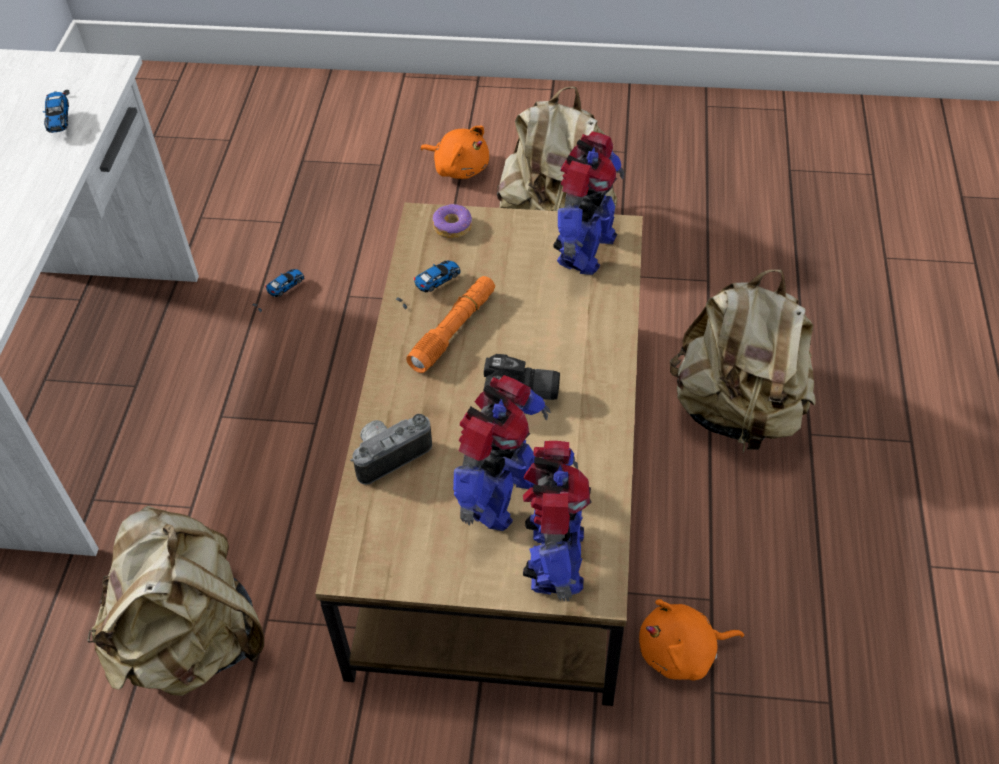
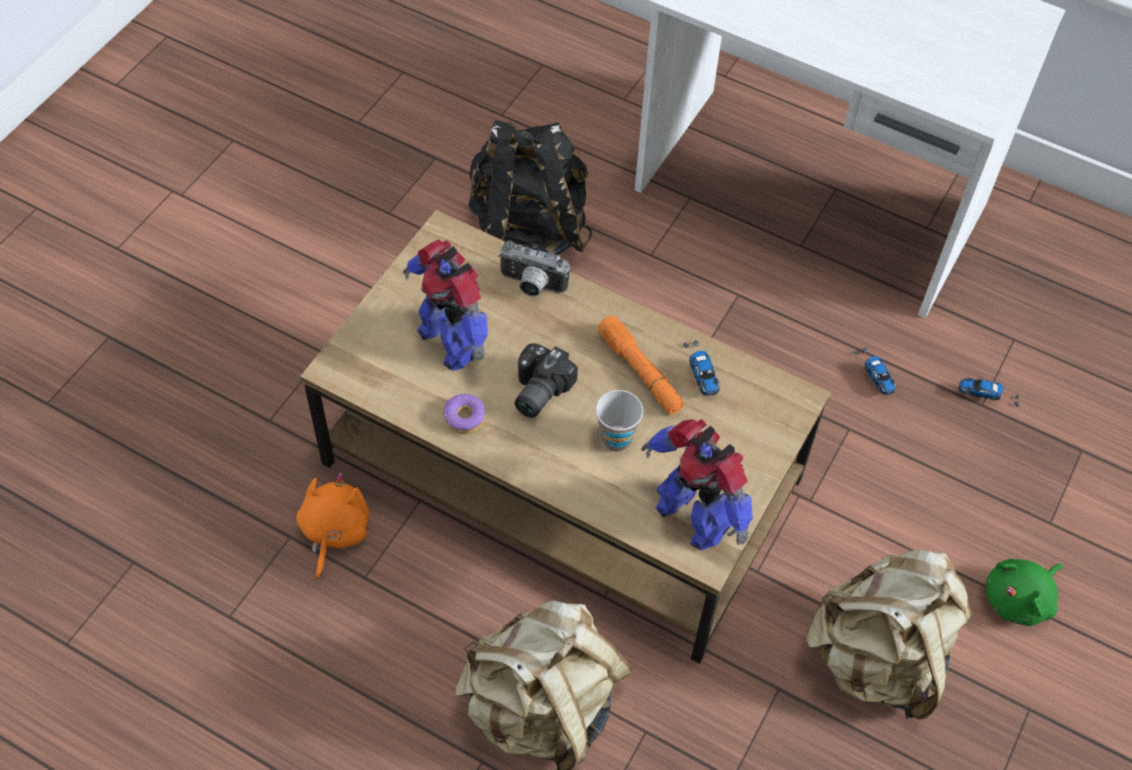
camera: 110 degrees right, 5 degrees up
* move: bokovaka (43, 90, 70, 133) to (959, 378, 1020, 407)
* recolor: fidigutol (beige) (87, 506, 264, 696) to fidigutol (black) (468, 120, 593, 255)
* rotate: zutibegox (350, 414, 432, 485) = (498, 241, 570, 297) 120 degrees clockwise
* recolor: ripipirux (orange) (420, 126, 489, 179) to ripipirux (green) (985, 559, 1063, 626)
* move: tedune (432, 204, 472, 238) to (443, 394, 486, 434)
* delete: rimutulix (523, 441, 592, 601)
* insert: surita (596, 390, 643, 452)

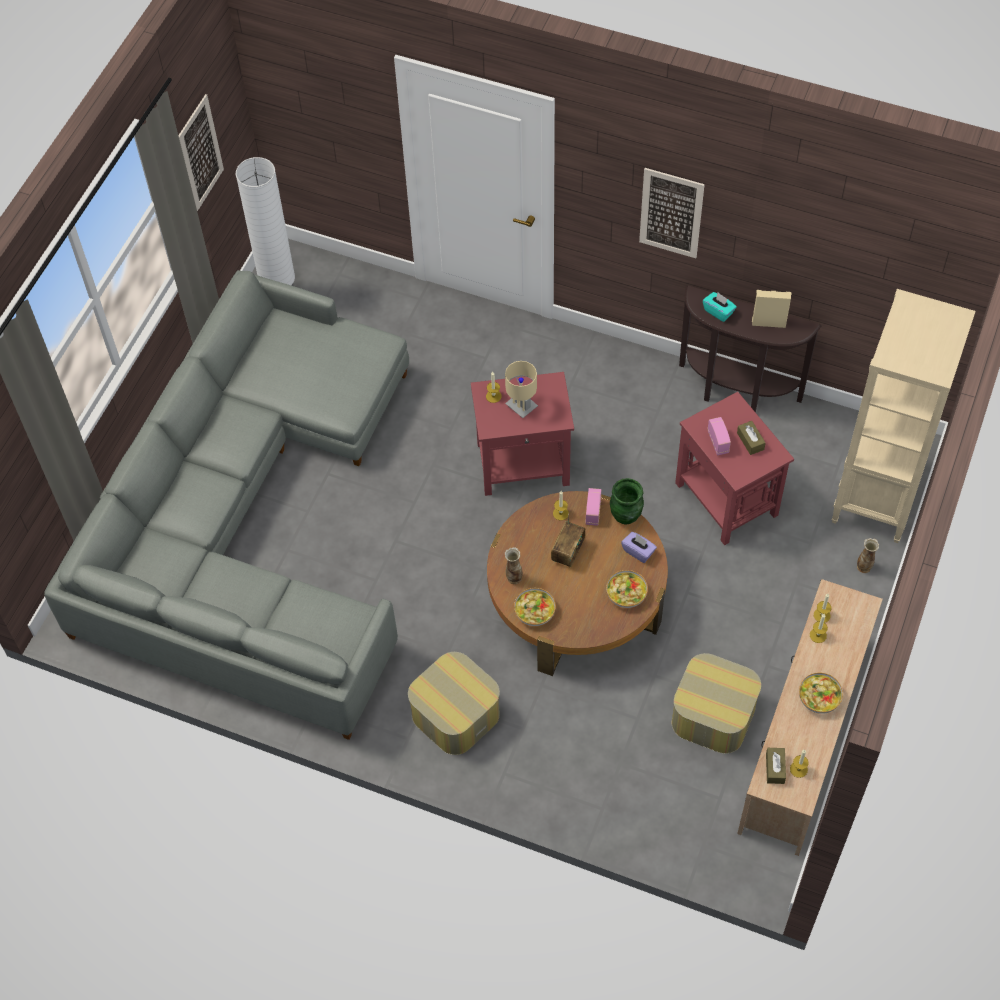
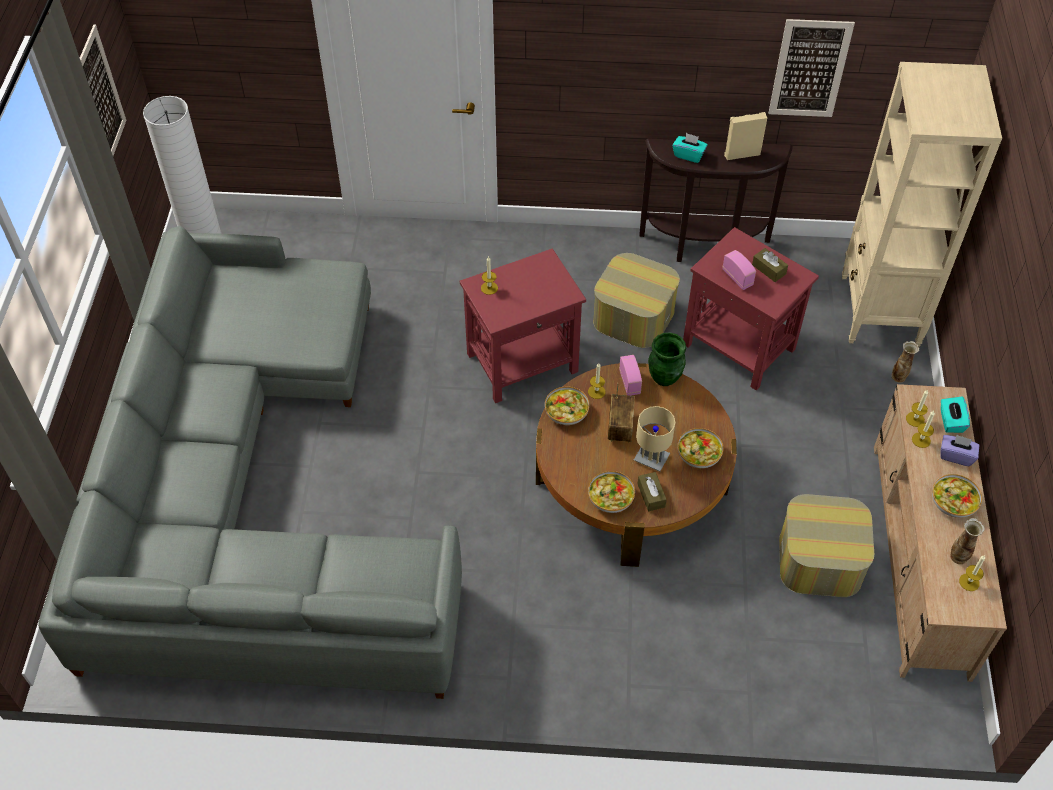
camera: 20 degrees left, 5 degrees down
* move: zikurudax (408, 652, 500, 755) to (593, 253, 680, 348)
* move: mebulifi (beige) (505, 361, 538, 418) to (634, 406, 675, 471)
* move: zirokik (505, 547, 523, 584) to (950, 518, 985, 564)
* move: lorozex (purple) (621, 532, 657, 563) to (940, 435, 979, 466)
* move: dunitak (639, 168, 705, 258) to (768, 19, 855, 117)
* move: lorozex (brown) (766, 748, 786, 784) to (638, 472, 667, 511)
* insert: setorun (545, 386, 589, 425)
* insert: lorozex (turquoise) (941, 396, 970, 433)

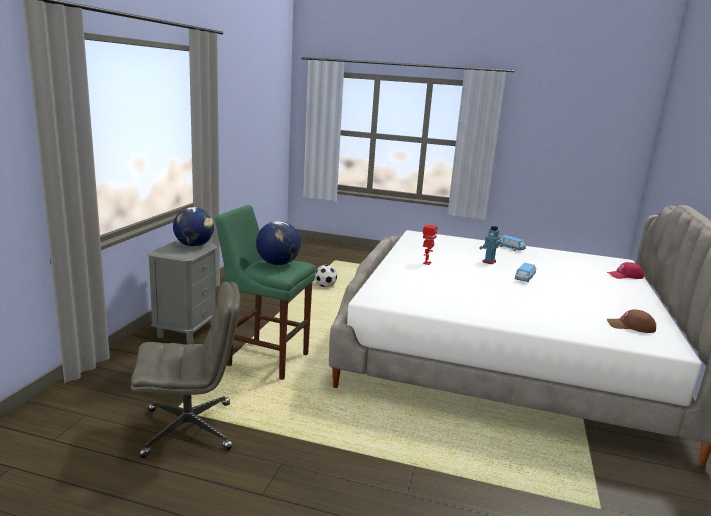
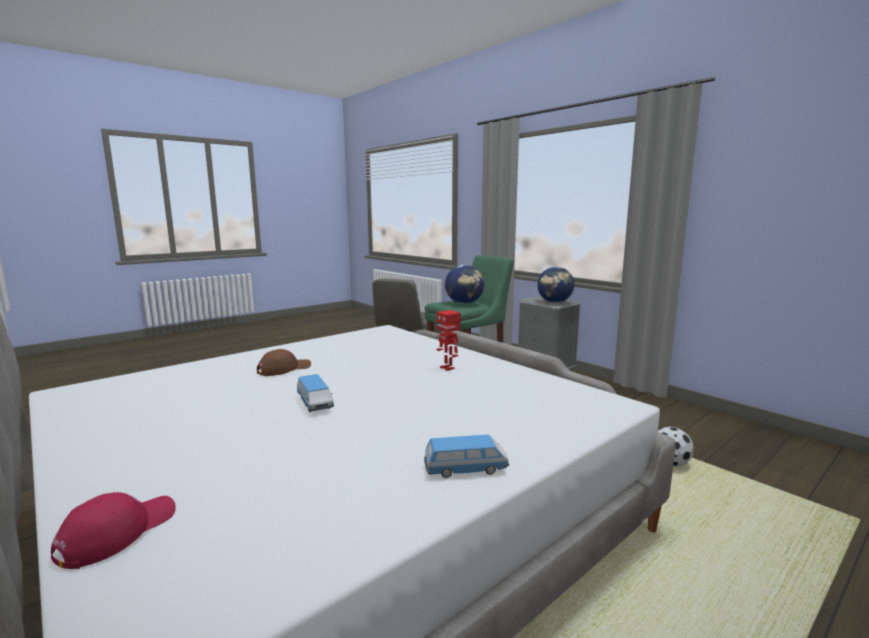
camera: 125 degrees right, 5 degrees down
* delete: rimutulix (479, 226, 501, 264)
* move: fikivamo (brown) (607, 309, 656, 333) to (257, 349, 311, 376)

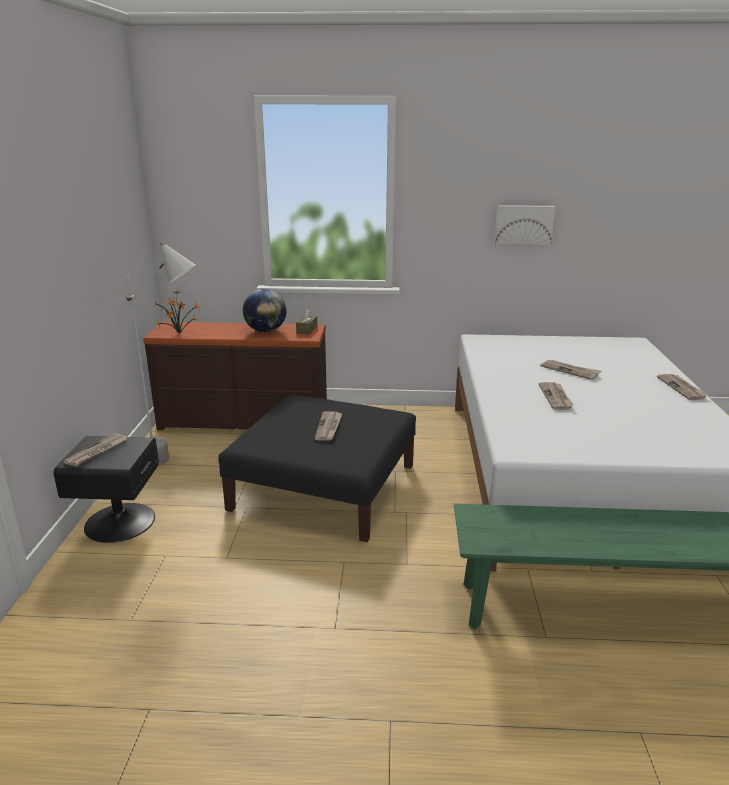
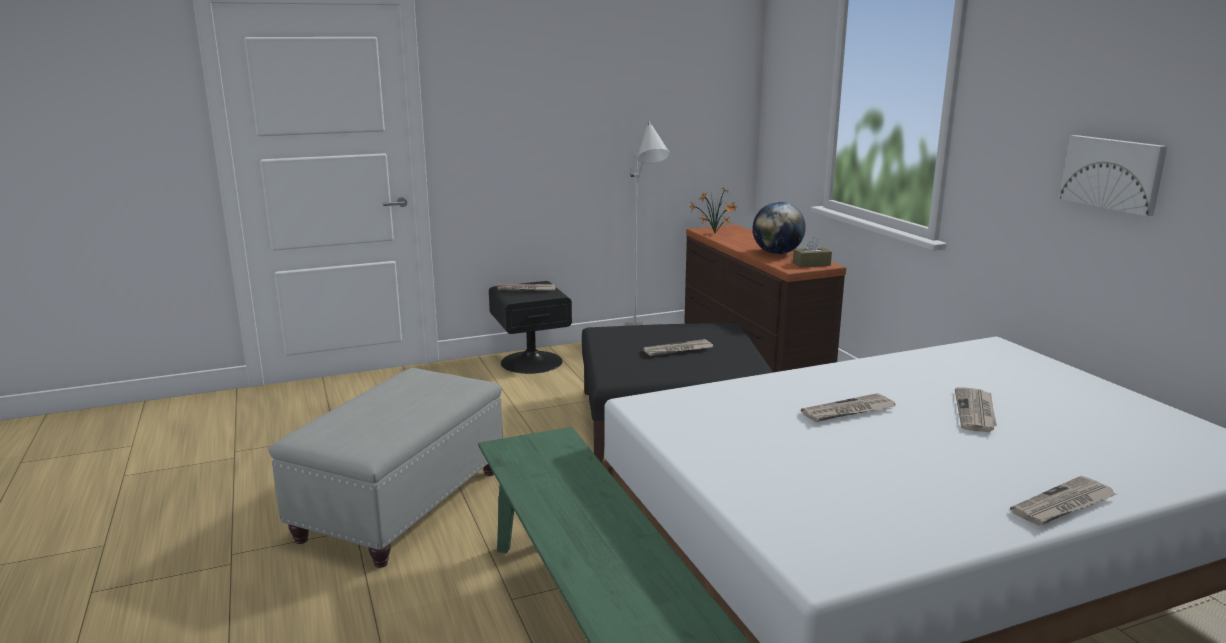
camera: 65 degrees right, 5 degrees down
* insert: zikurudax (grey) (268, 368, 503, 568)

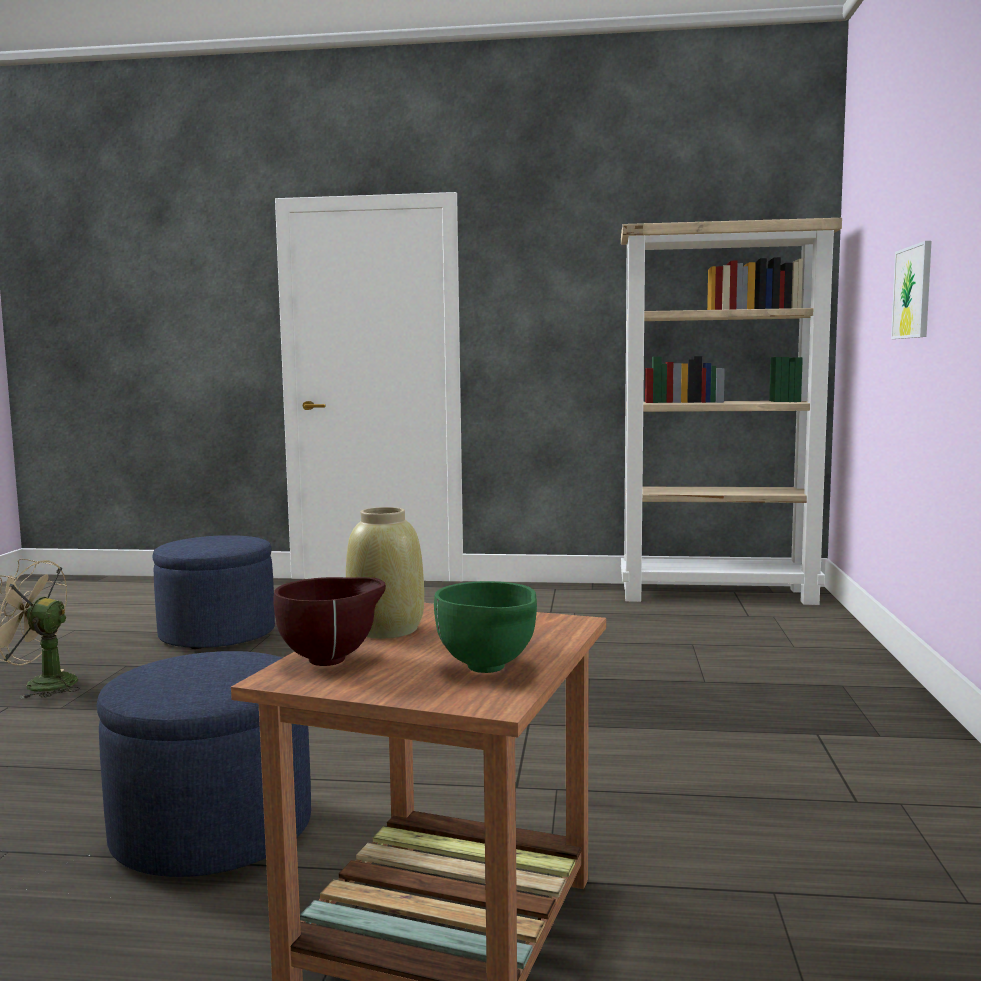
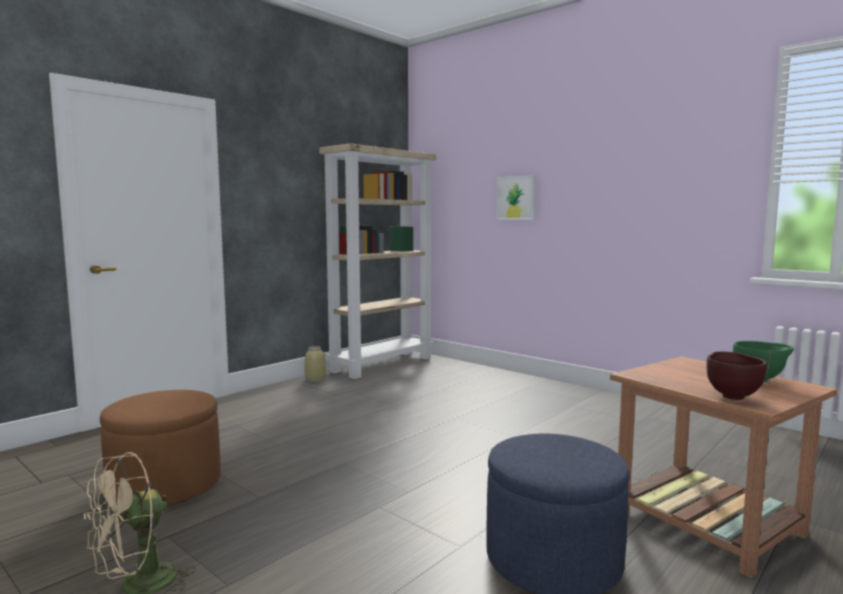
camera: 55 degrees left, 0 degrees up
* recolor: zikurudax (blue) (152, 535, 275, 649) to zikurudax (brown) (100, 390, 221, 505)
* move: zirokik (beige) (346, 507, 424, 639) to (305, 346, 326, 382)

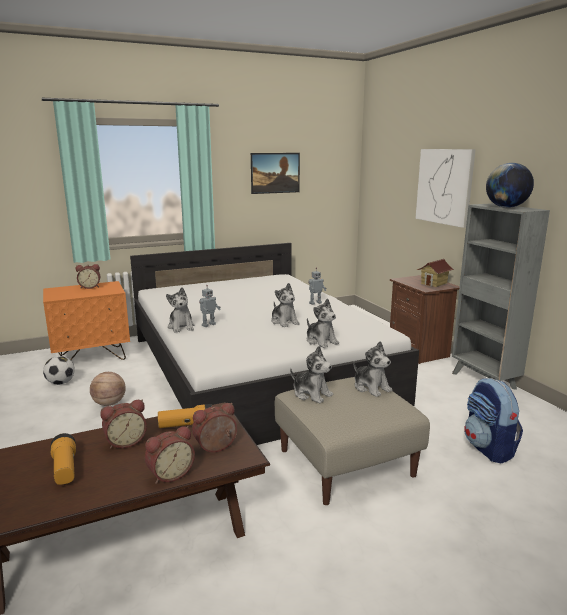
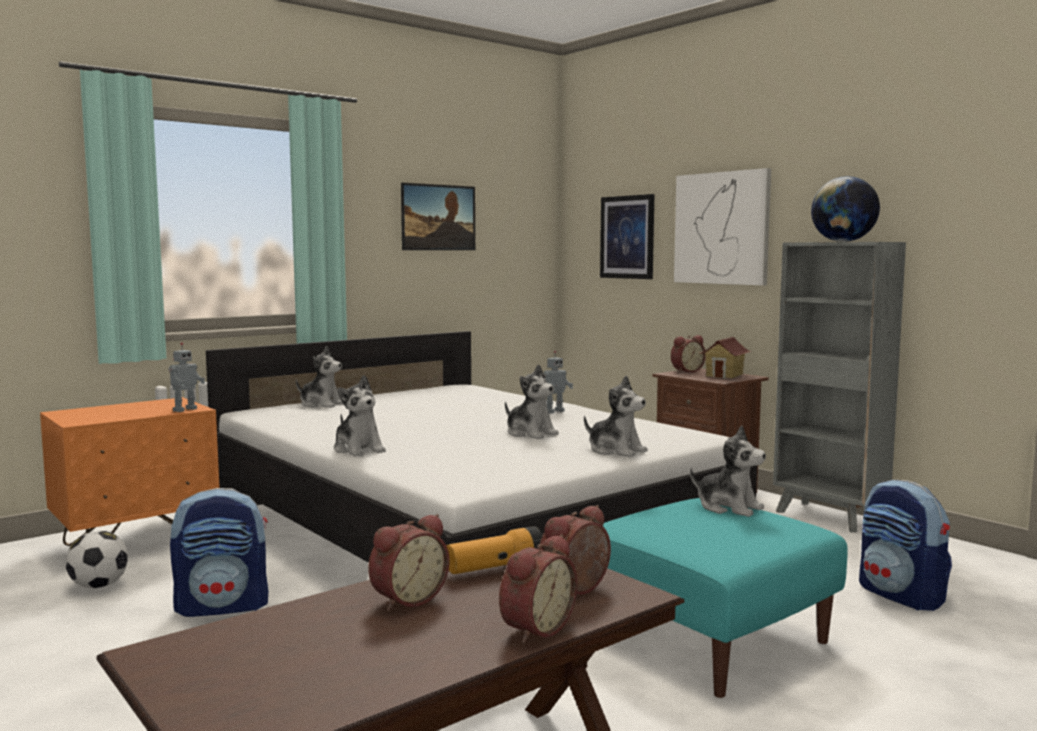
camera: 15 degrees left, 10 degrees down
* delete: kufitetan (51, 433, 76, 485)
* move: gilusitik (76, 264, 100, 289) to (671, 335, 706, 373)
* replace: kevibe (90, 372, 126, 406) to fidigutol (170, 488, 268, 617)
* move: rimutulix (199, 285, 220, 327) to (169, 342, 205, 412)
* recolor: zikurudax (beige) (275, 377, 430, 505) to zikurudax (turquoise) (603, 498, 848, 698)
* move: ripipirux (290, 346, 333, 403) to (296, 346, 343, 408)
* insert: dunitak (600, 194, 654, 279)

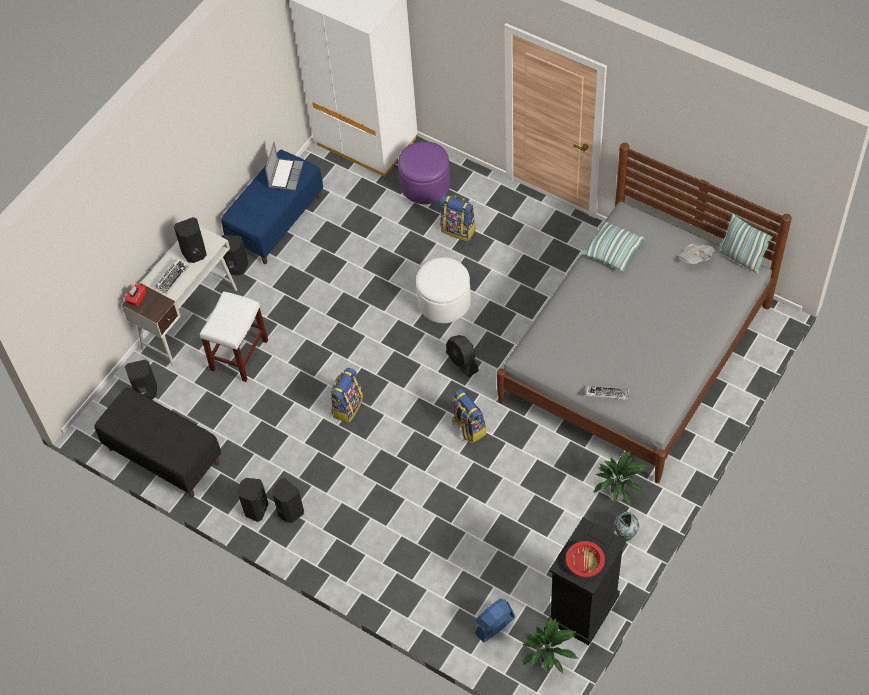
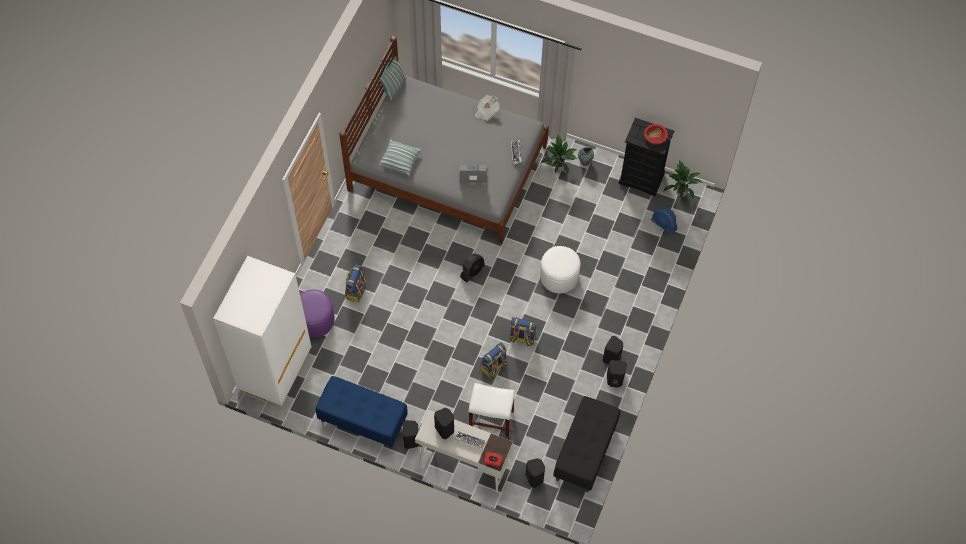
camera: 105 degrees left, 5 degrees up
* move: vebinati (265, 142, 303, 190) to (459, 165, 487, 184)
* move: zikurudax (white) (416, 257, 471, 323) to (540, 246, 581, 293)
* move: fidigutol (452, 389, 486, 443) to (481, 342, 507, 378)
* move: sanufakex (679, 244, 716, 264) to (475, 95, 500, 121)

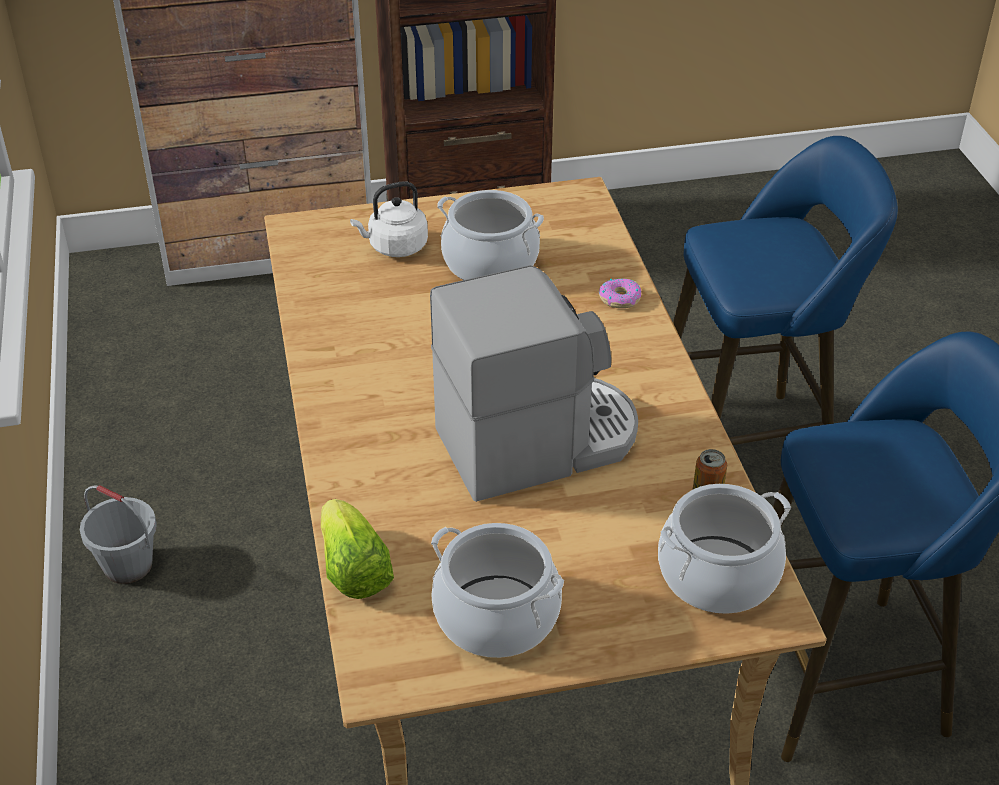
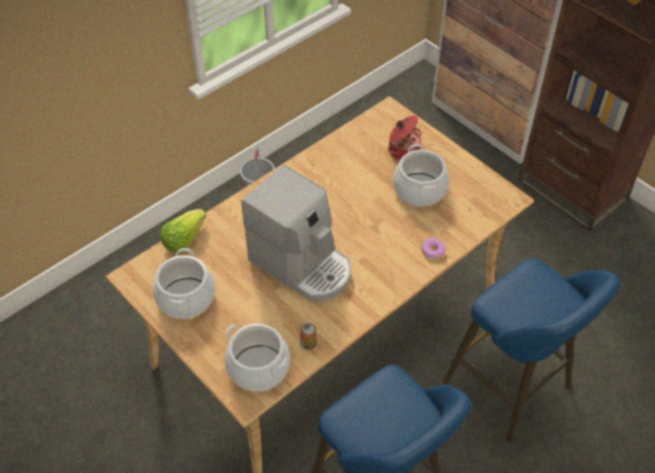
camera: 60 degrees right, 10 degrees up
* replace: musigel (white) (350, 181, 428, 257) to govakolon (388, 115, 422, 160)

